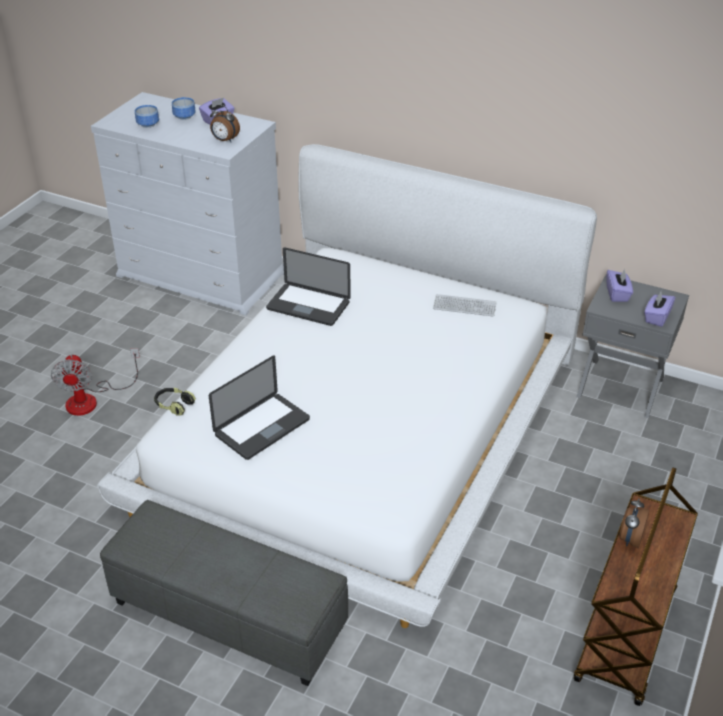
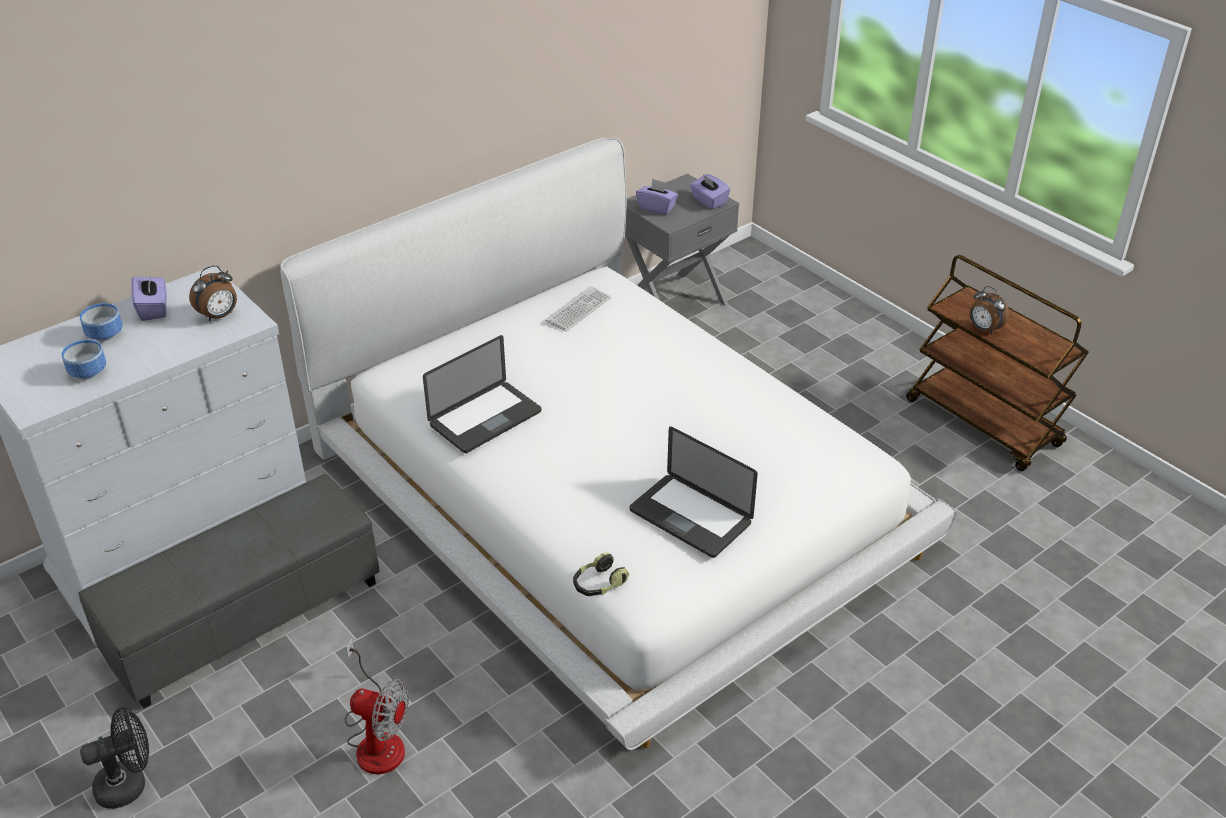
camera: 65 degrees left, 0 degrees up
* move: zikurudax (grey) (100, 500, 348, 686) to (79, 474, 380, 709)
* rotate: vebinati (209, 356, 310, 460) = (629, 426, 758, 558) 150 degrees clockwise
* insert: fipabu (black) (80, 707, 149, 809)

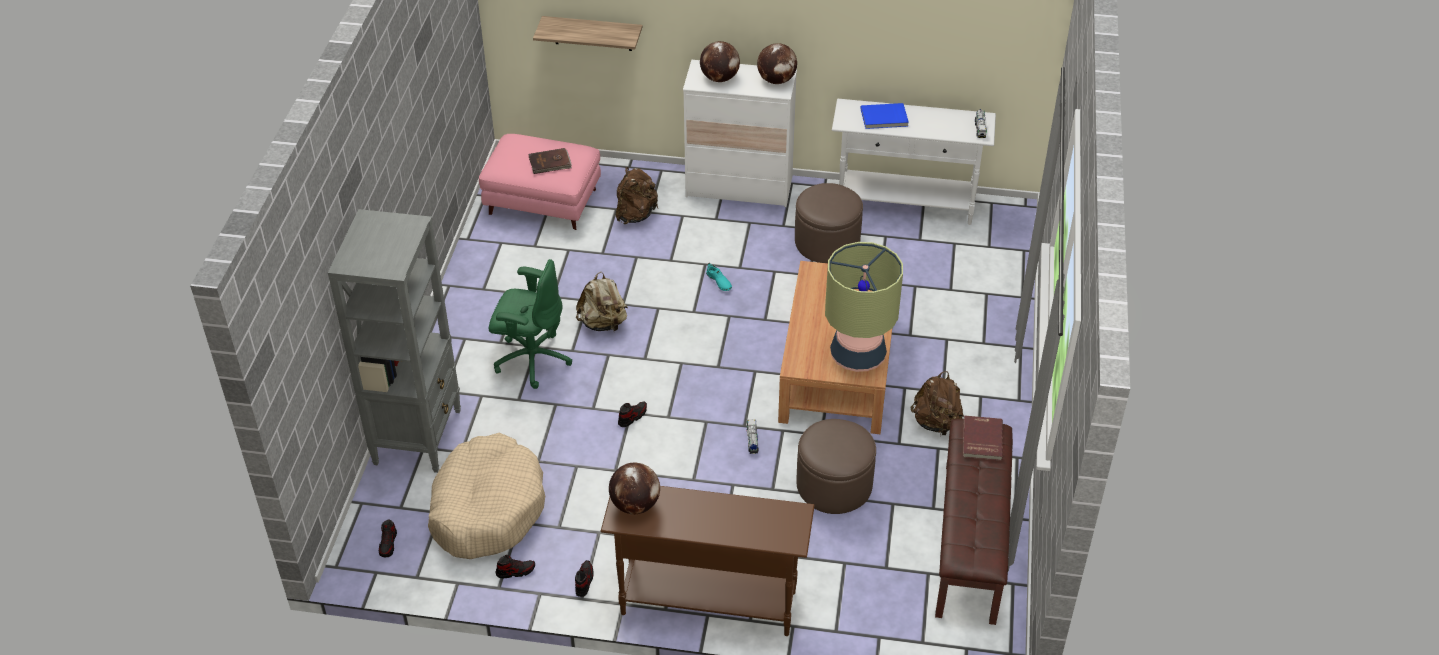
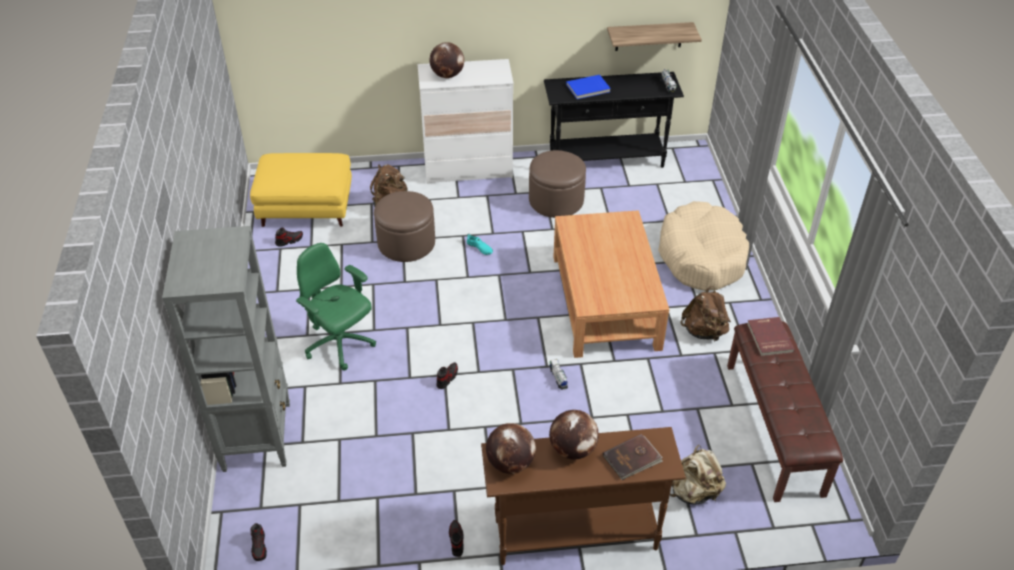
camera: 15 degrees left, 0 degrees up
* move: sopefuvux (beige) (428, 433, 545, 559) to (658, 201, 749, 291)
* recolor: zikurudax (pink) (479, 134, 601, 230) to zikurudax (yellow) (250, 153, 352, 227)
* rotate: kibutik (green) (489, 259, 572, 389) = (296, 243, 376, 371) 135 degrees counterclockwise
* move: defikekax (495, 555, 535, 579) to (275, 228, 303, 247)
* move: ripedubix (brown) (529, 148, 572, 174) to (603, 434, 663, 480)
* move: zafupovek (533, 16, 643, 51) to (607, 22, 702, 51)
* move: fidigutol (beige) (576, 272, 628, 331) to (670, 445, 726, 505)
* move: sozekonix (757, 43, 797, 84) to (549, 410, 599, 460)
* move: zikurudax (brown) (796, 419, 876, 514) to (374, 191, 435, 262)
* delete: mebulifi (825, 242, 903, 372)
* recolor: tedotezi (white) (832, 99, 996, 225) to tedotezi (black) (544, 72, 684, 168)

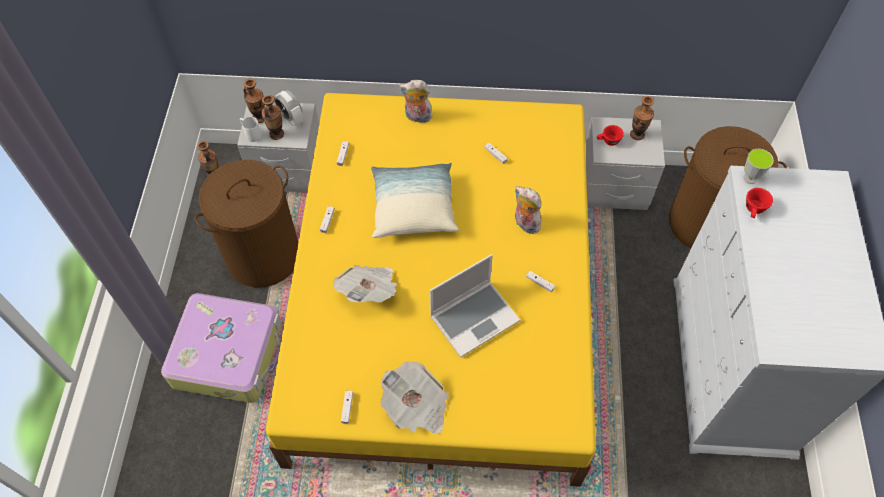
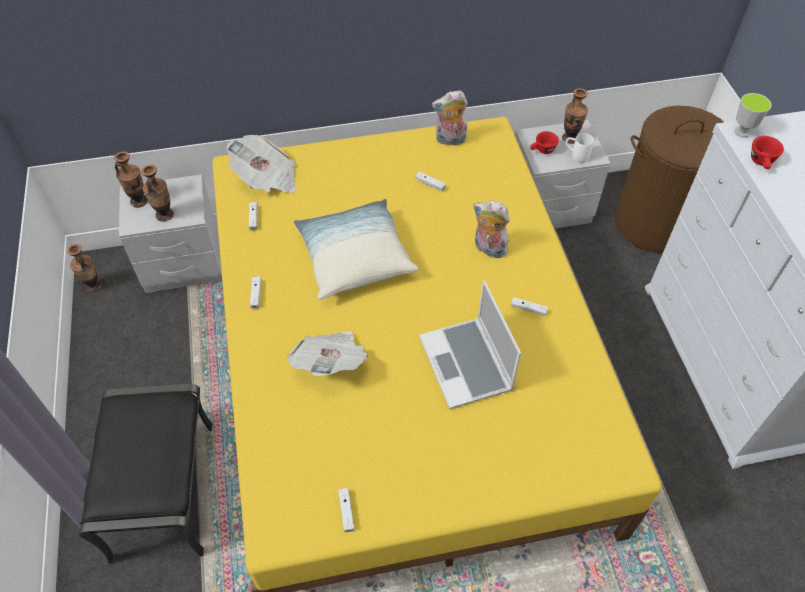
camera: 15 degrees left, 5 degrees down
* replace: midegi (161, 293, 282, 403) to zikurudax (black) (79, 384, 212, 564)
* delete: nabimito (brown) (195, 160, 298, 288)
* move: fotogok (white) (240, 117, 262, 142) to (566, 133, 594, 163)
* delete: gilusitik (274, 90, 303, 126)
* move: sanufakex (380, 362, 449, 434) to (226, 135, 296, 193)
* move: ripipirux (399, 80, 433, 123) to (432, 90, 468, 145)
* rotate: vebinati (430, 254, 520, 358) = (419, 280, 521, 409) 120 degrees clockwise

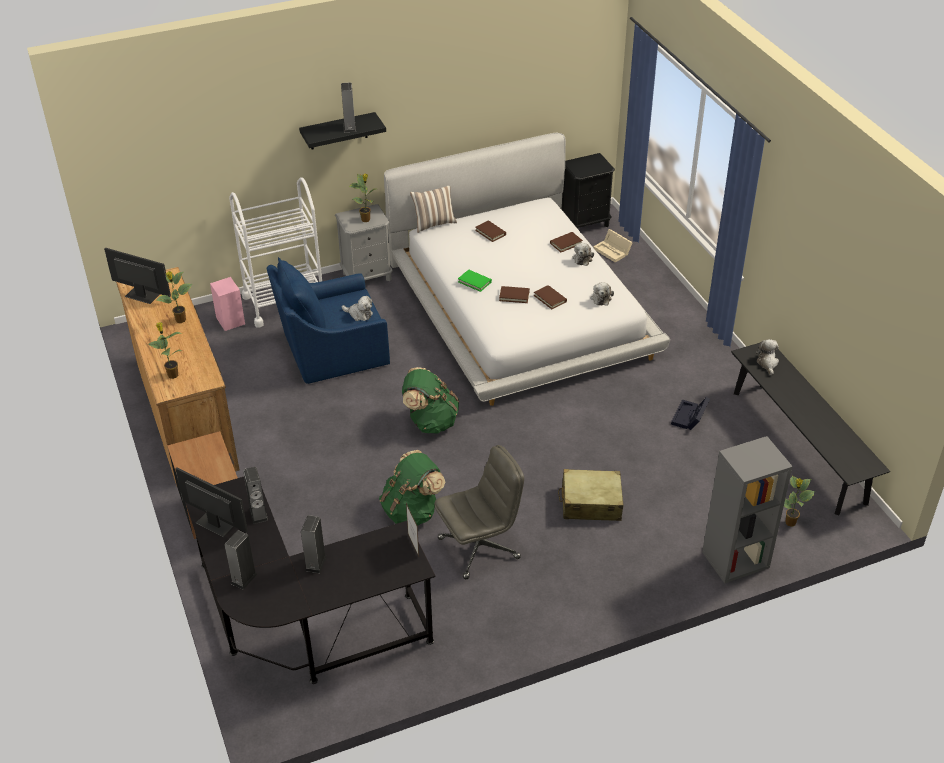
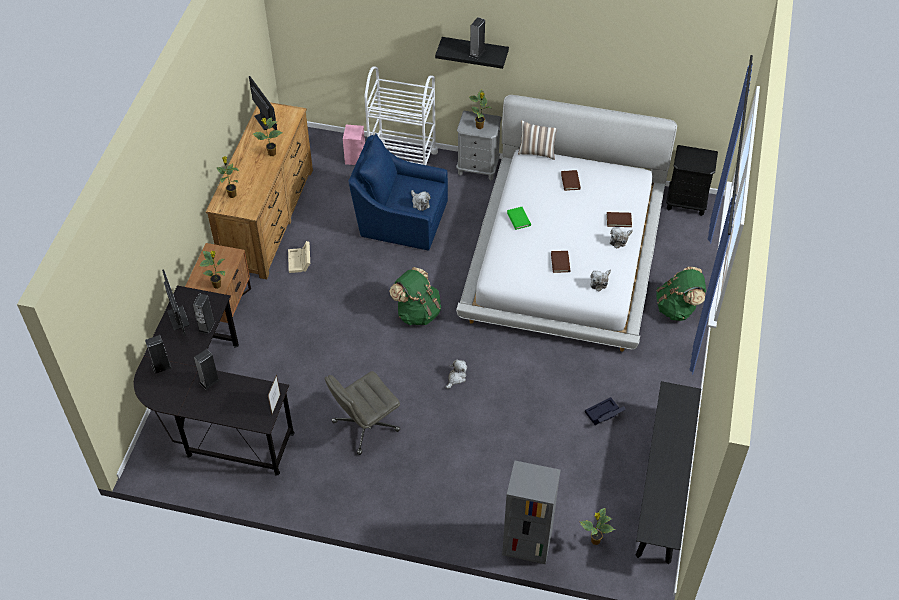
camera: 35 degrees right, 10 degrees up
* move: fidigutol (green) (379, 450, 445, 526) to (656, 267, 706, 321)
* rotate: kibutik (grey) (435, 445, 524, 579) = (324, 371, 400, 455) 135 degrees clockwise
* delete: ripedubix (brown) (499, 286, 530, 303)
* delete: midegi (beige) (558, 469, 623, 521)
* move: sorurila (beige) (593, 229, 633, 262) to (288, 241, 310, 273)
* move: ripipirux (756, 339, 779, 375) to (446, 359, 467, 389)
* insert: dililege (199, 251, 225, 289)

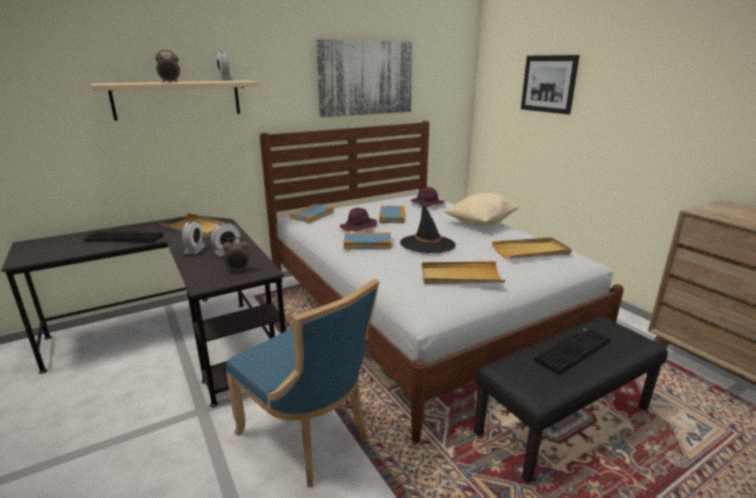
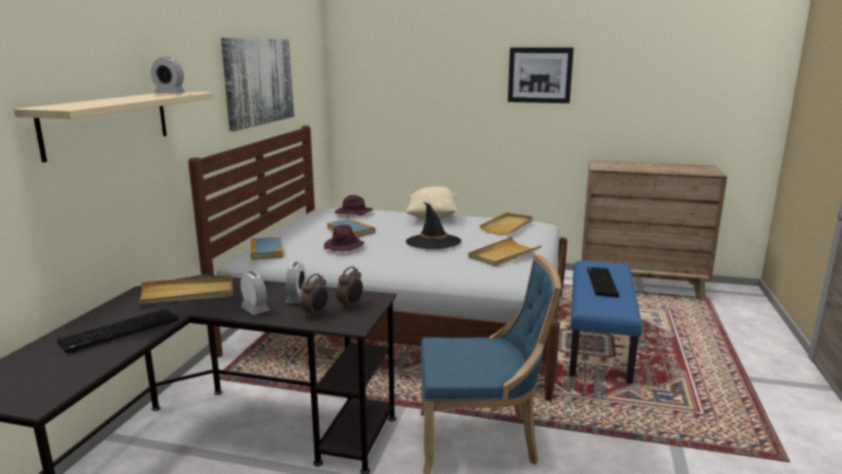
camera: 45 degrees left, 5 degrees down
* move: gilusitik (155, 50, 180, 83) to (300, 274, 328, 318)
* delete: ripedubix (343, 232, 391, 249)
* recolor: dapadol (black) (474, 317, 668, 483) to dapadol (blue) (569, 261, 642, 384)
* move: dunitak (521, 55, 580, 114) to (508, 47, 574, 103)

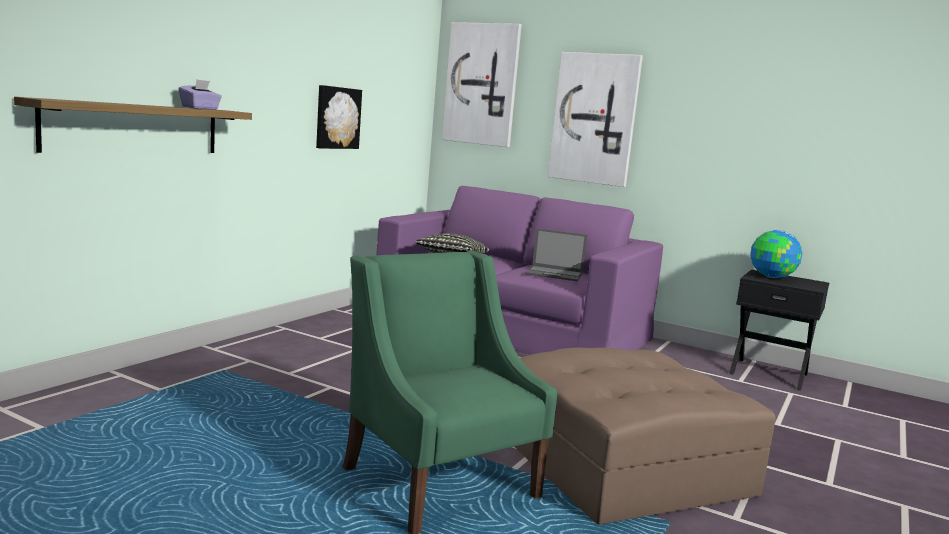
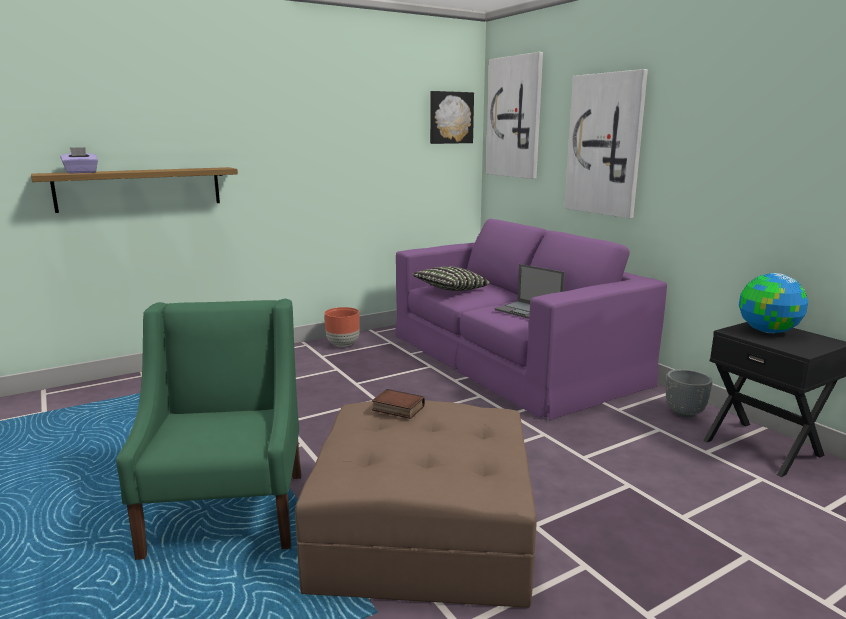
camera: 30 degrees right, 5 degrees up
* move: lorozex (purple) (179, 79, 222, 110) to (60, 147, 98, 173)
* move: dunitak (316, 85, 362, 149) to (430, 91, 474, 144)
* insert: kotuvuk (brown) (325, 307, 360, 347)
* insert: ripedubix (372, 389, 425, 419)
* insert: kotuvuk (grey) (666, 369, 713, 417)

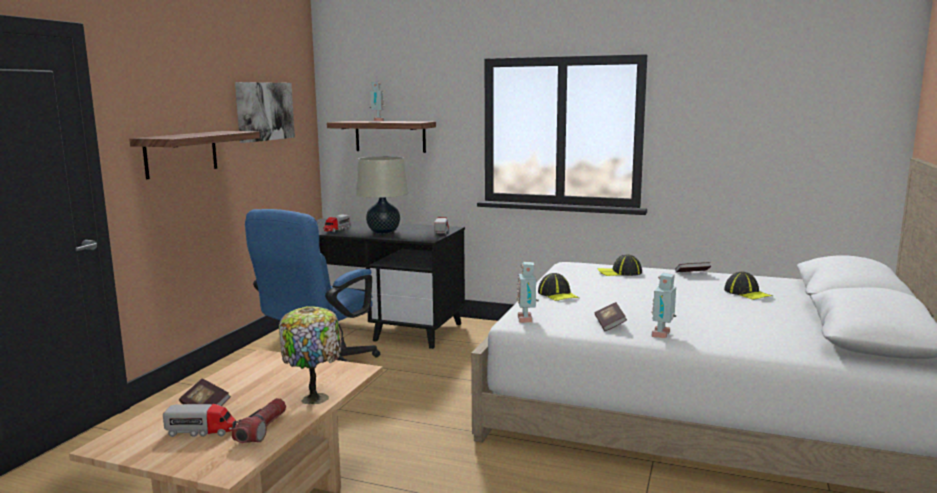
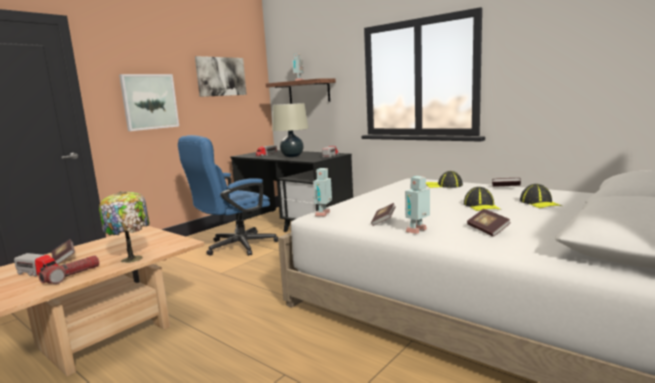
camera: 20 degrees right, 0 degrees up
* replace: zafupovek (129, 131, 260, 179) to dunitak (119, 74, 179, 131)
* move: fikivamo (538, 273, 579, 301) to (464, 187, 501, 211)
* insert: ripedubix (467, 209, 511, 237)

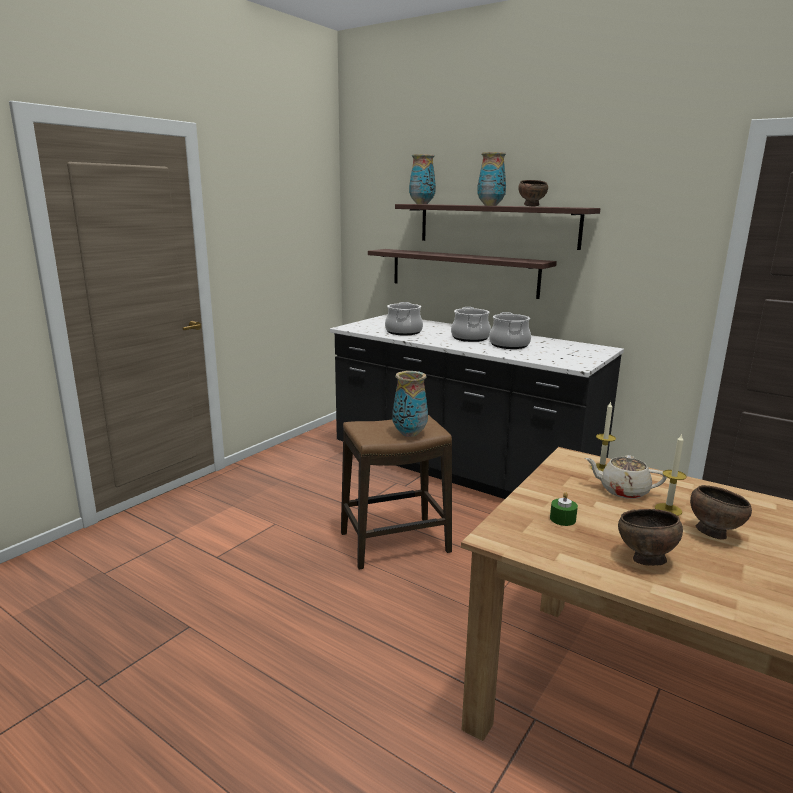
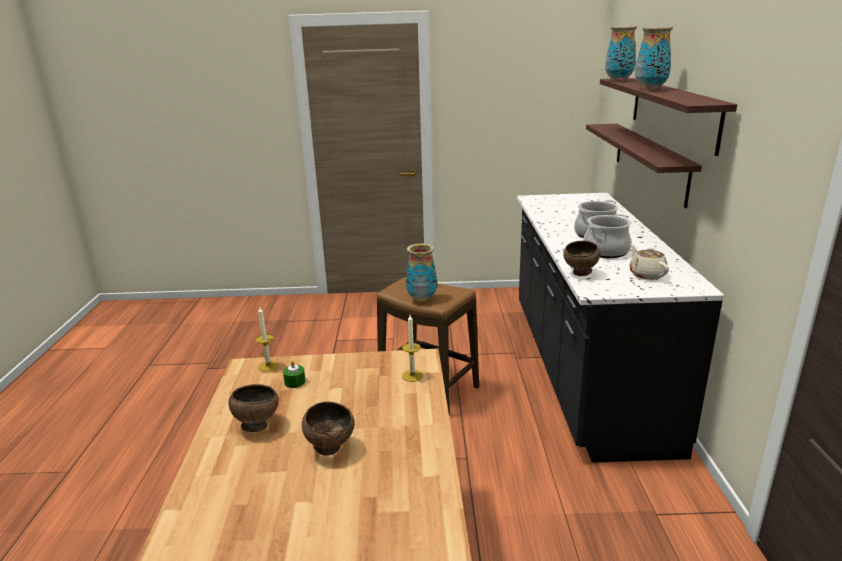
camera: 55 degrees right, 5 degrees up
* delete: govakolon (385, 302, 423, 335)
* move: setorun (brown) (518, 180, 548, 206) to (563, 241, 600, 276)
* move: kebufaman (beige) (585, 455, 667, 499) to (630, 244, 669, 280)
* move: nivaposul (655, 433, 686, 516) to (256, 307, 279, 372)

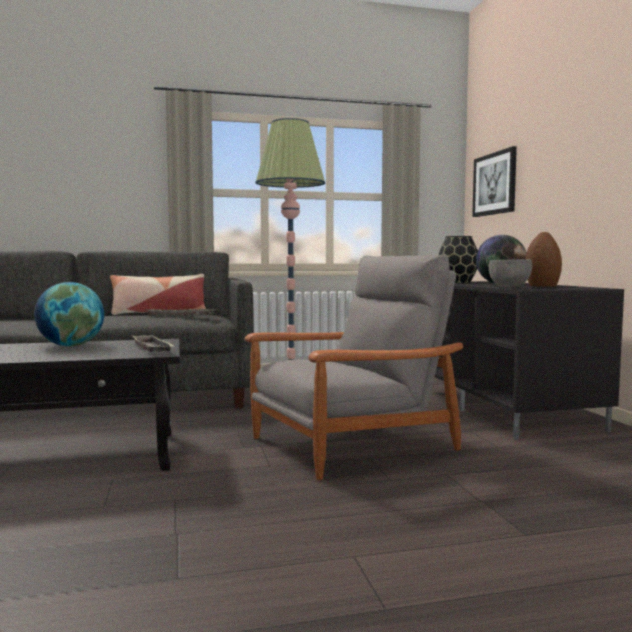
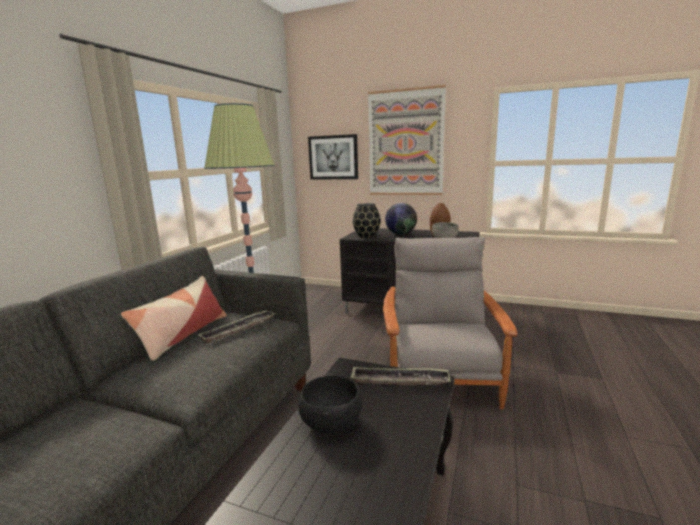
camera: 55 degrees left, 10 degrees up
* replace: sozekonix (34, 282, 104, 347) to setorun (black) (298, 375, 362, 434)
* insert: dunitak (368, 85, 446, 195)

